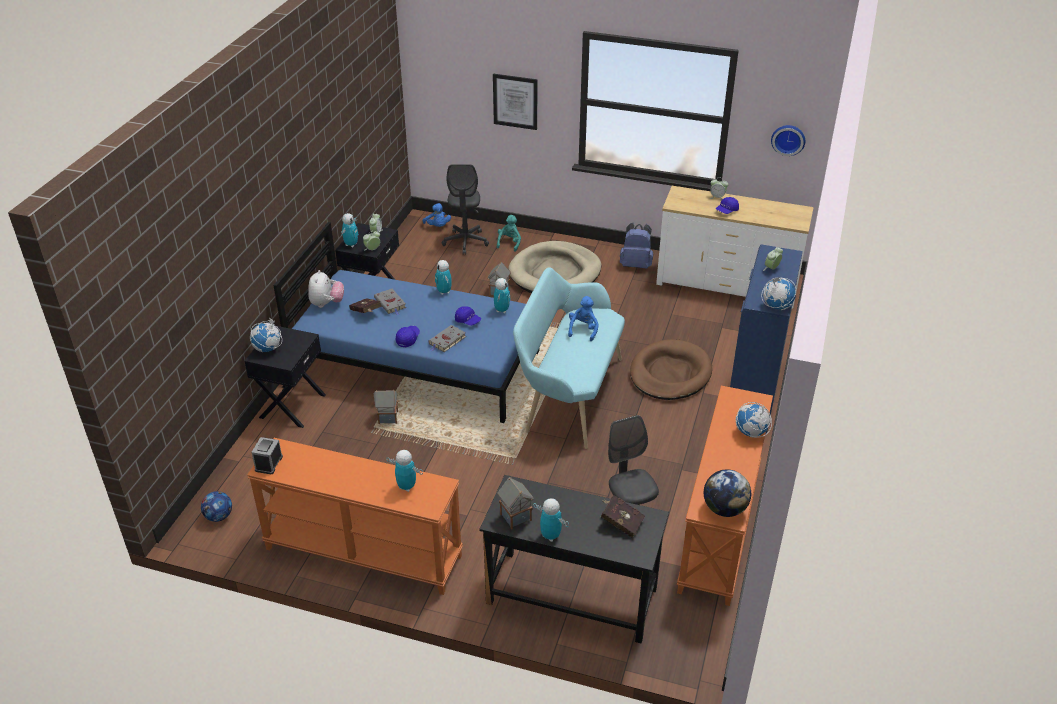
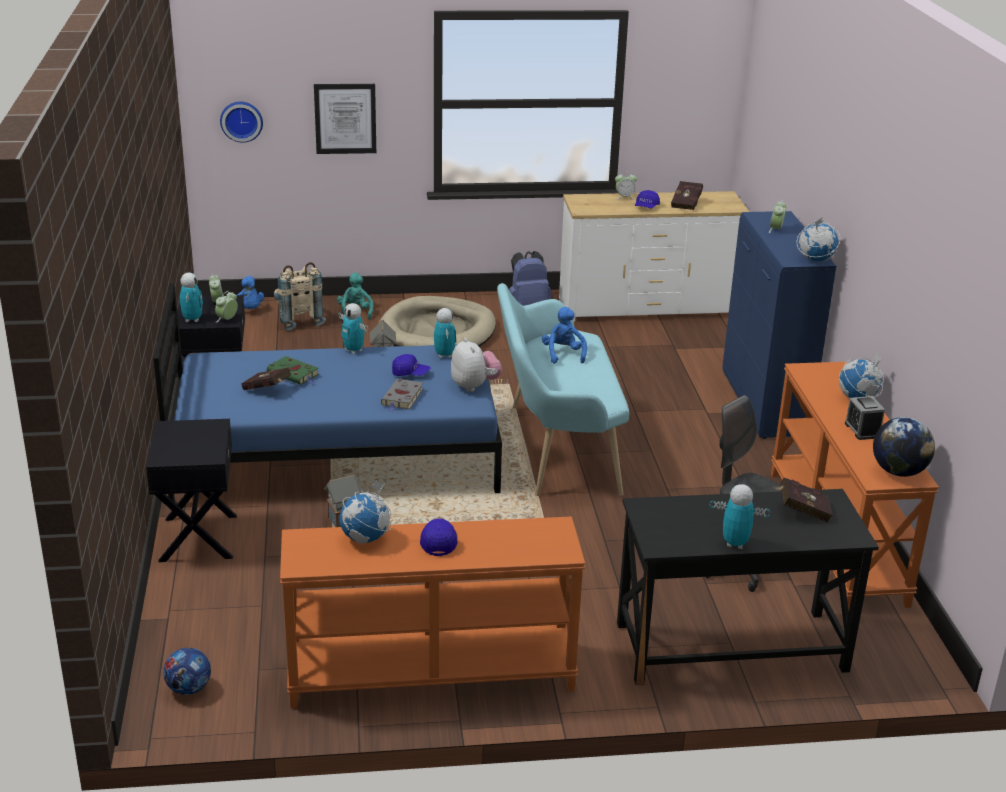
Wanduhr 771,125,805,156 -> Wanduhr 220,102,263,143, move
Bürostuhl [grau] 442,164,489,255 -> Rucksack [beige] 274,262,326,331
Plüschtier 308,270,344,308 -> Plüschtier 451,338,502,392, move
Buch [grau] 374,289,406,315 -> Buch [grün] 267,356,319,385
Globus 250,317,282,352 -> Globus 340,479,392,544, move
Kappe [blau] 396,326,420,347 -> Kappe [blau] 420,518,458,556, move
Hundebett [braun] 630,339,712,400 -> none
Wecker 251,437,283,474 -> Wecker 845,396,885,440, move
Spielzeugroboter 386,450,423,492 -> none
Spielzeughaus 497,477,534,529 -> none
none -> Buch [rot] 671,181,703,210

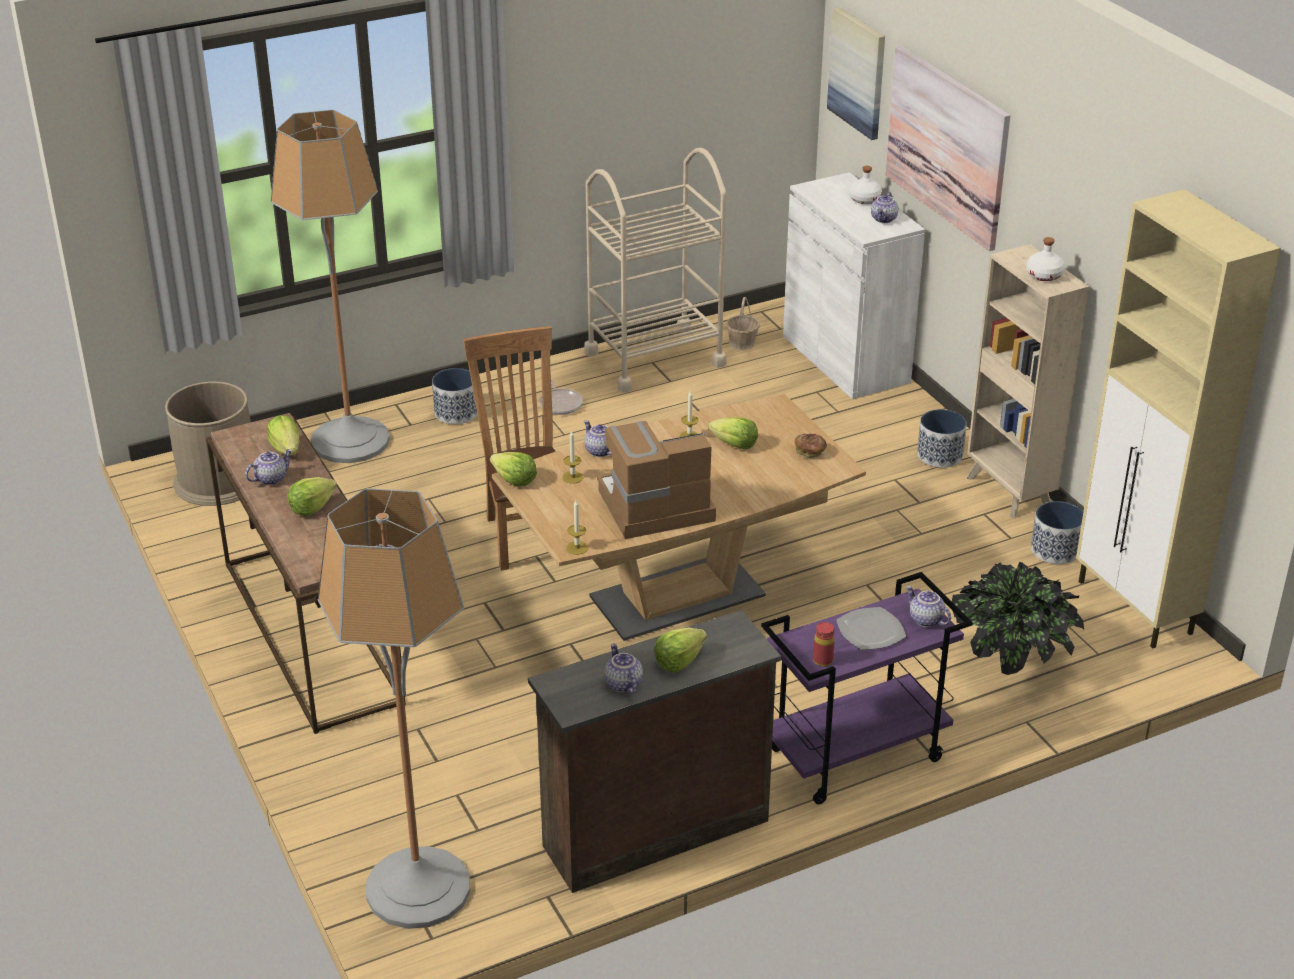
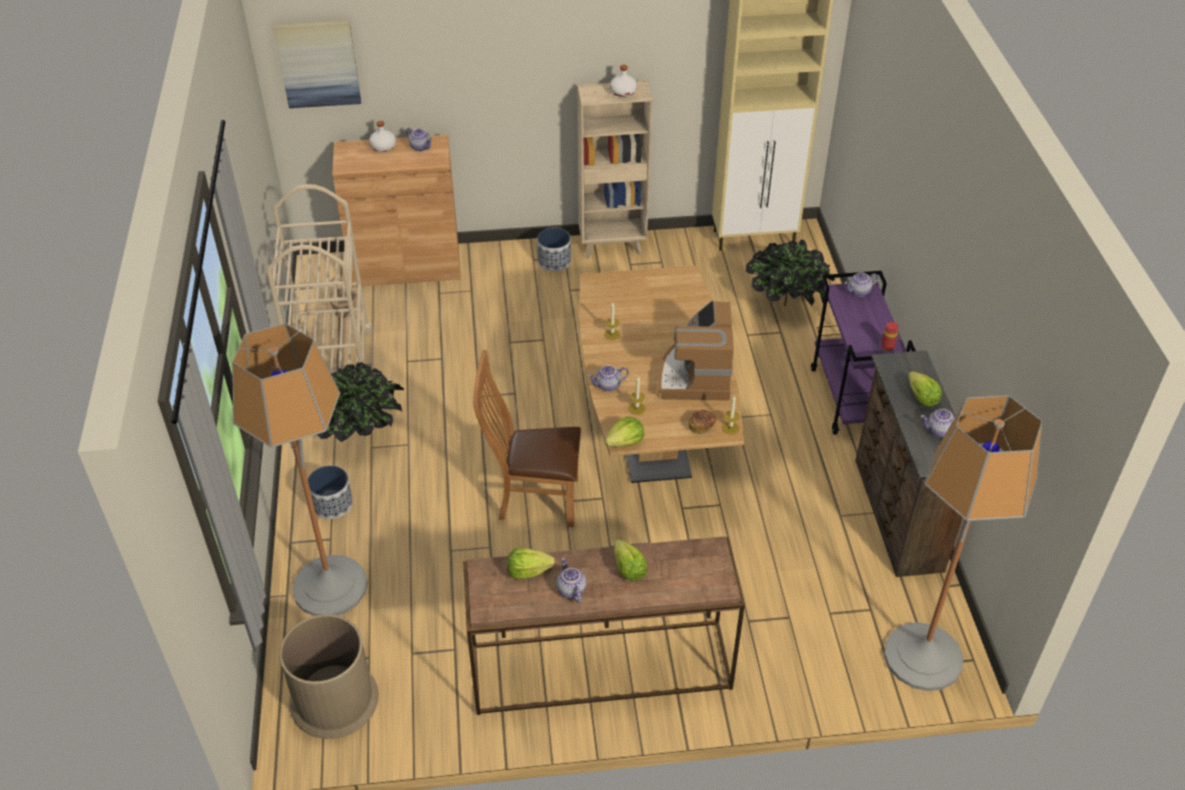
Bild 886,46,1010,251 -> none
Schrank [weiß] 783,172,925,399 -> Schrank [braun] 332,135,461,287
Pfanne 539,379,583,415 -> Topfpflanze 317,362,404,442
Salatkopf 708,417,758,450 -> none
Brot 795,433,827,458 -> Brot 689,410,716,434, move
Pflanzkübel 1031,501,1083,564 -> none
Teller 837,607,906,650 -> none

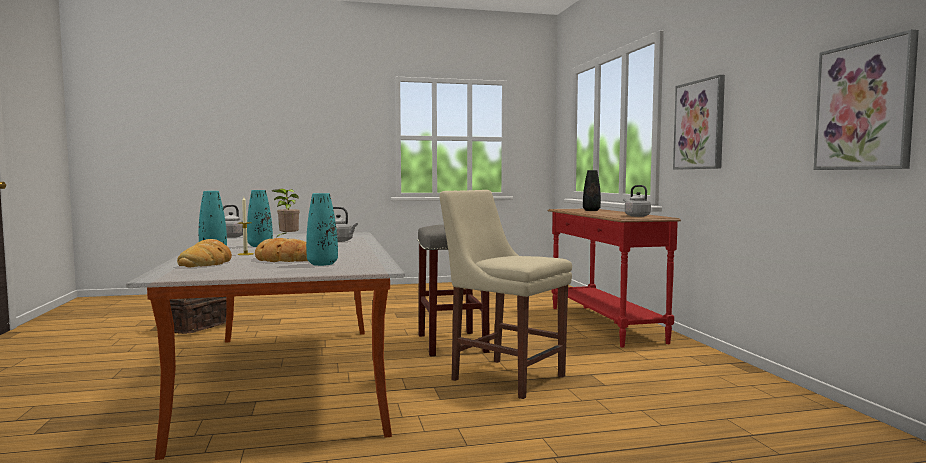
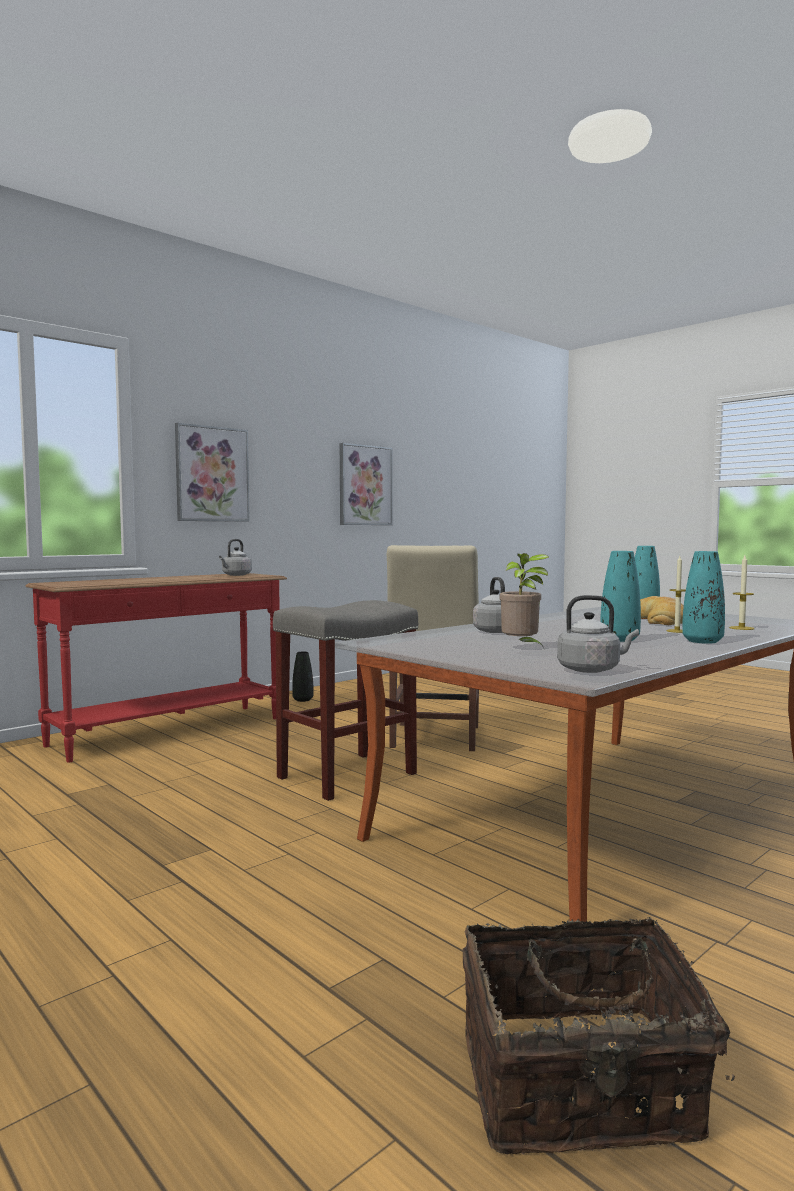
Vase [schwarz] 583,170,601,211 -> Vase [schwarz] 292,651,314,702, move
Brot 177,239,232,267 -> Kerze 729,555,754,630

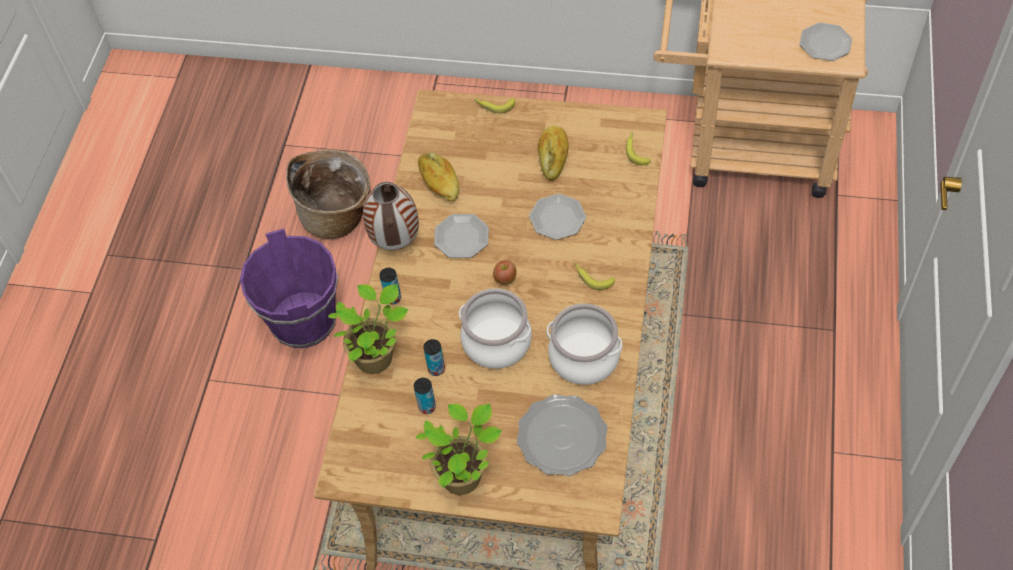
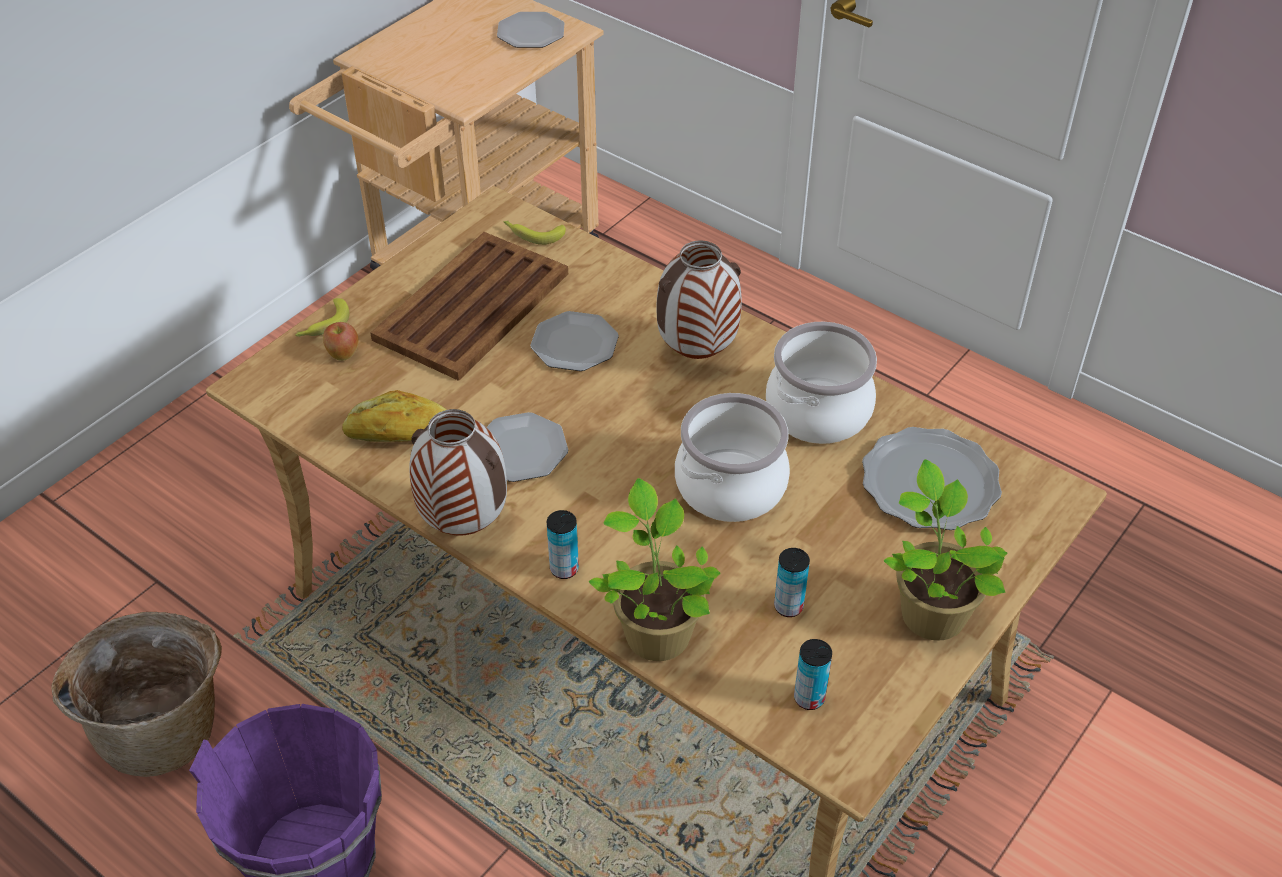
Brot 538,125,569,181 -> Tablett [braun] 371,232,568,381
Apfel 493,260,516,285 -> Apfel 323,322,359,361, move
Banane 575,263,615,290 -> Vase 656,240,742,359
Dose 423,339,445,376 -> Dose 794,639,832,710, move

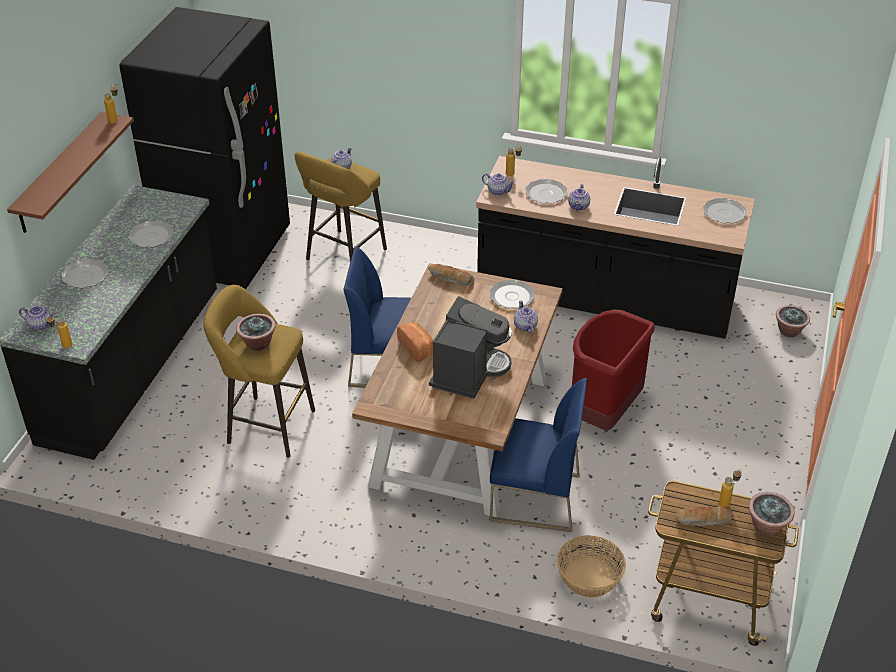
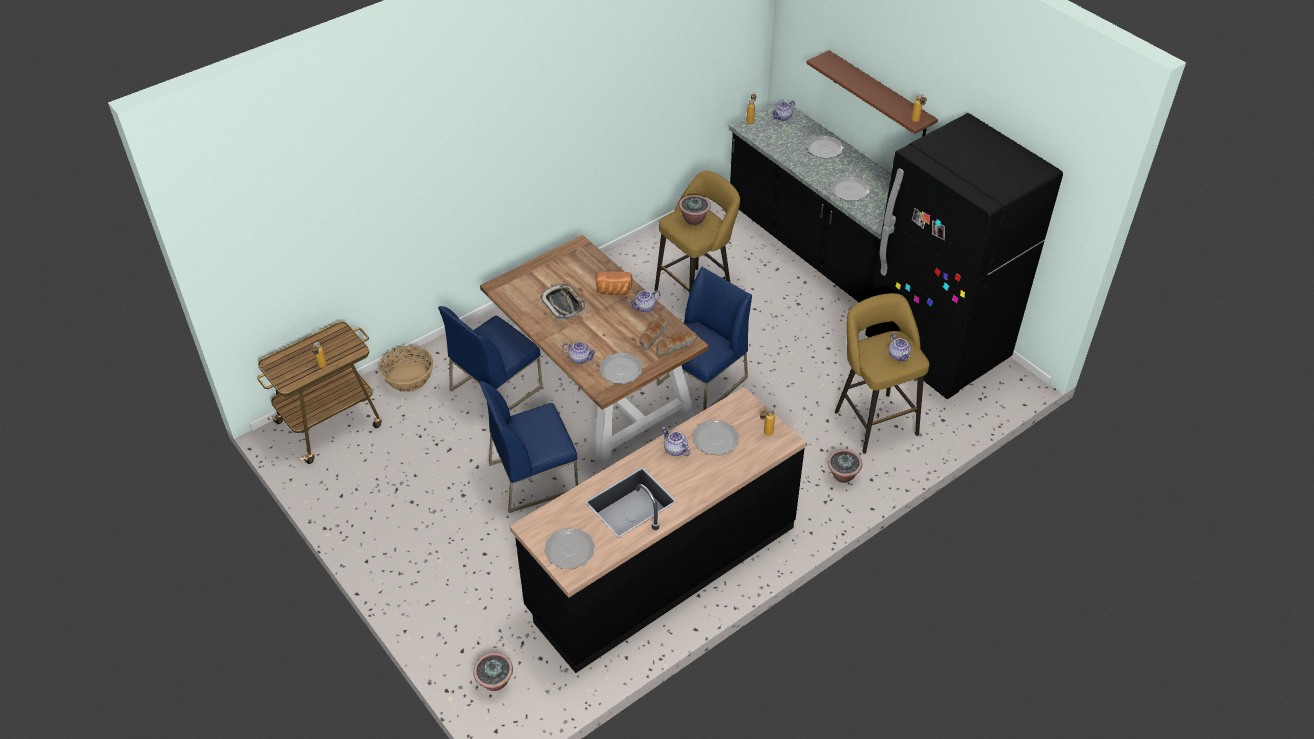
Teekanne 482,173,515,196 -> Teekanne 629,290,661,312, move
Kaffeemaschine 429,296,512,399 -> Tablett 540,284,587,320
Mülleimer [rot] 572,310,655,431 -> Stuhl [blau] 479,381,578,513
Topfpflanze 749,492,795,536 -> Topfpflanze 828,449,862,483, move
Brot 676,506,733,526 -> Brot 639,316,668,350, move

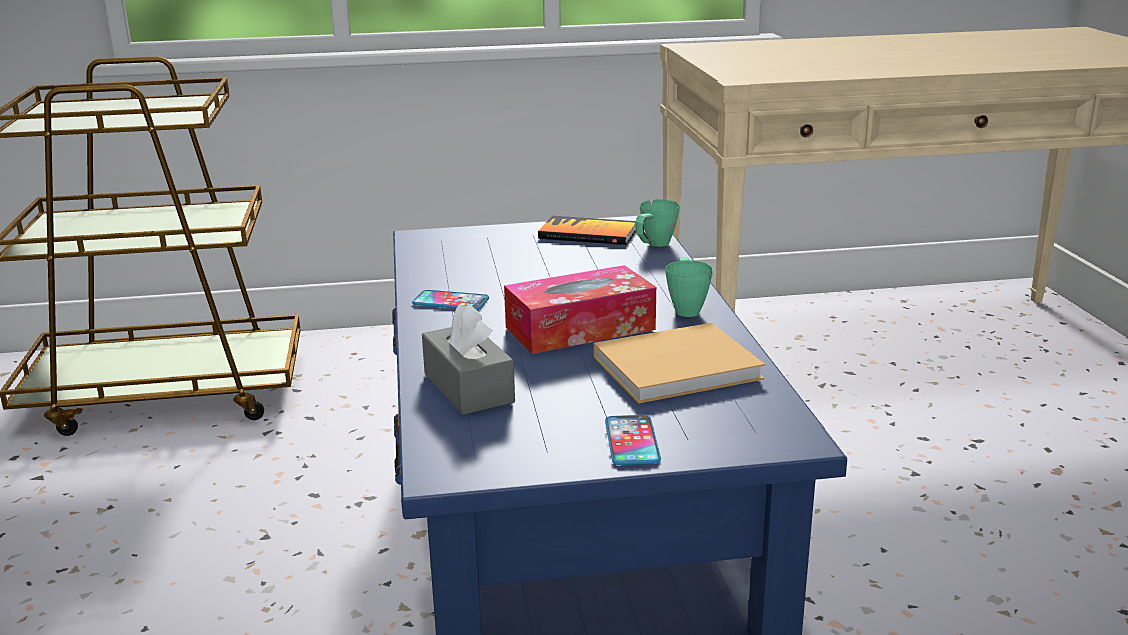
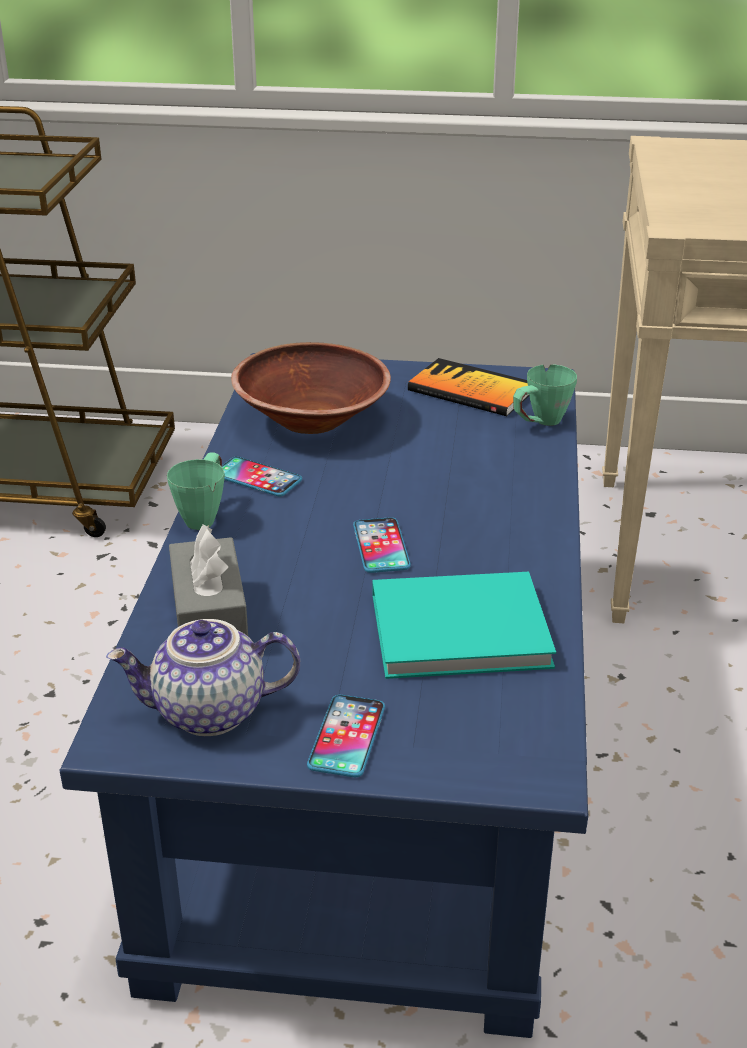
Henkelbecher [grün] 665,257,713,317 -> Henkelbecher [grün] 167,452,225,530, move
Taschentuchbox 504,265,656,354 -> Handy 353,517,411,573
Buch [beige] 593,323,765,404 -> Buch [türkis] 372,572,556,679
none -> Schüssel [braun] 231,342,391,434
none -> Teekanne 106,619,300,736

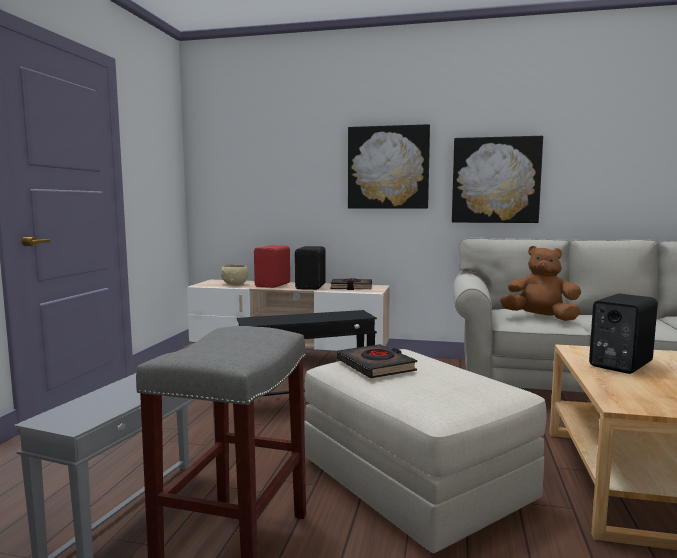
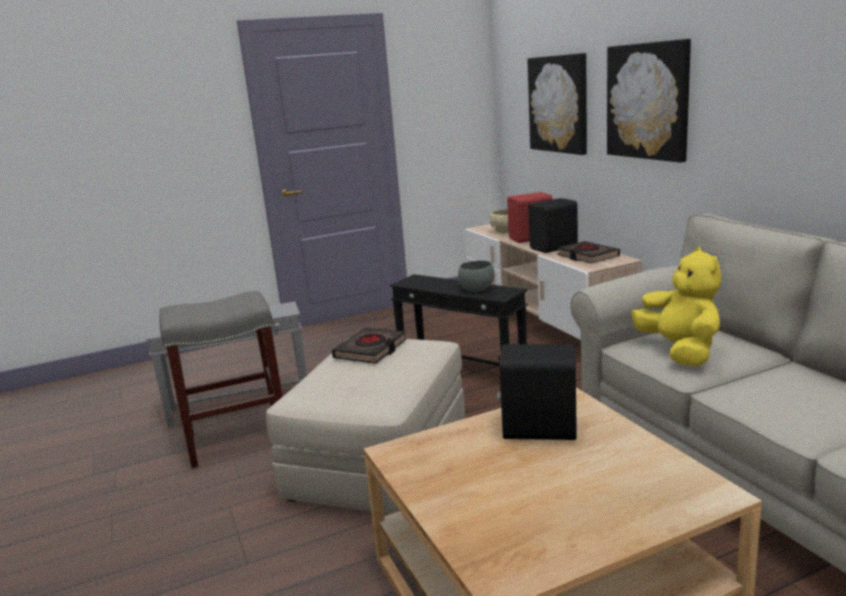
Bild 452,136,543,223 -> Bild 527,53,587,155, move
Plüschtier [braun] 500,246,581,321 -> Plüschtier [gelb] 631,247,721,366
none -> Schüssel [grau] 458,260,494,292

